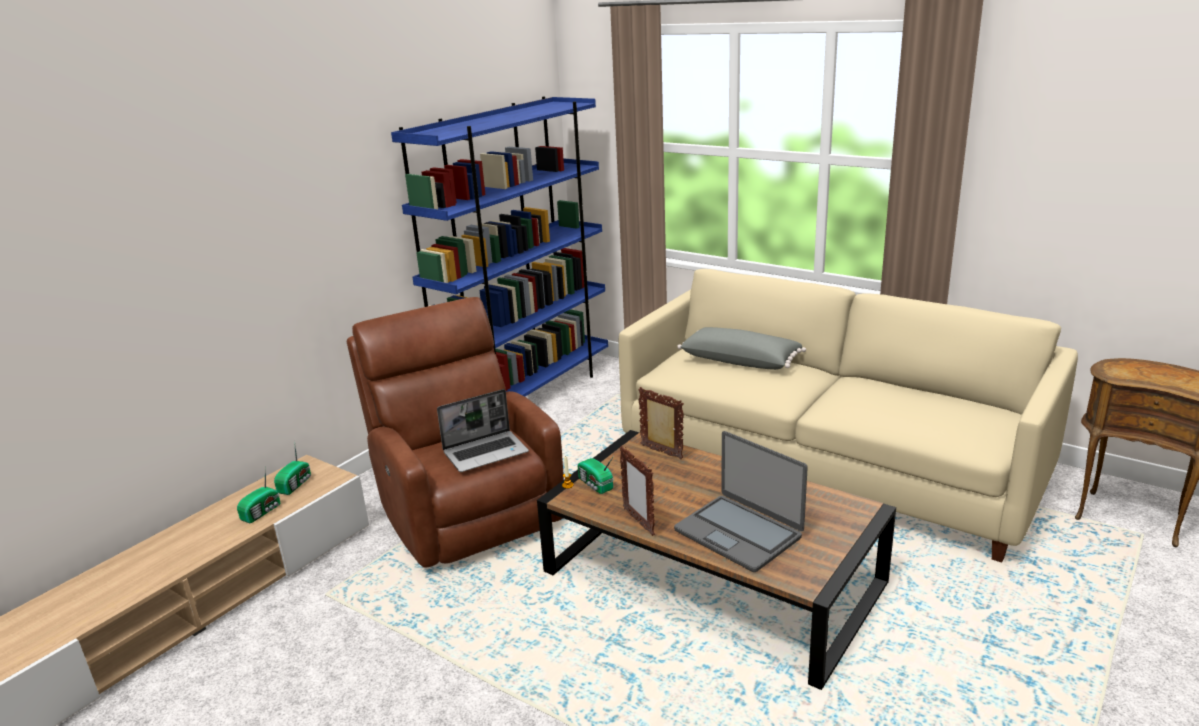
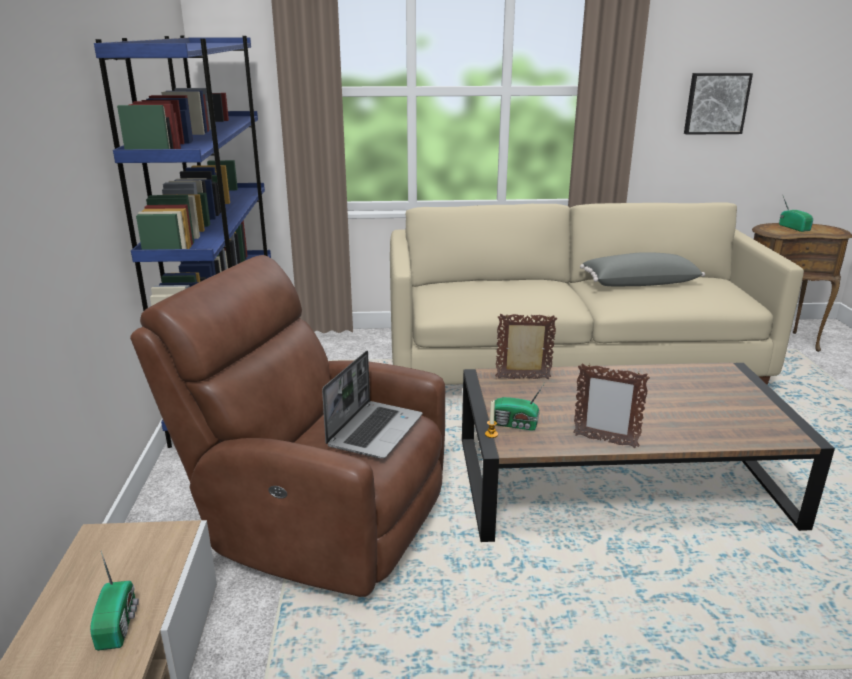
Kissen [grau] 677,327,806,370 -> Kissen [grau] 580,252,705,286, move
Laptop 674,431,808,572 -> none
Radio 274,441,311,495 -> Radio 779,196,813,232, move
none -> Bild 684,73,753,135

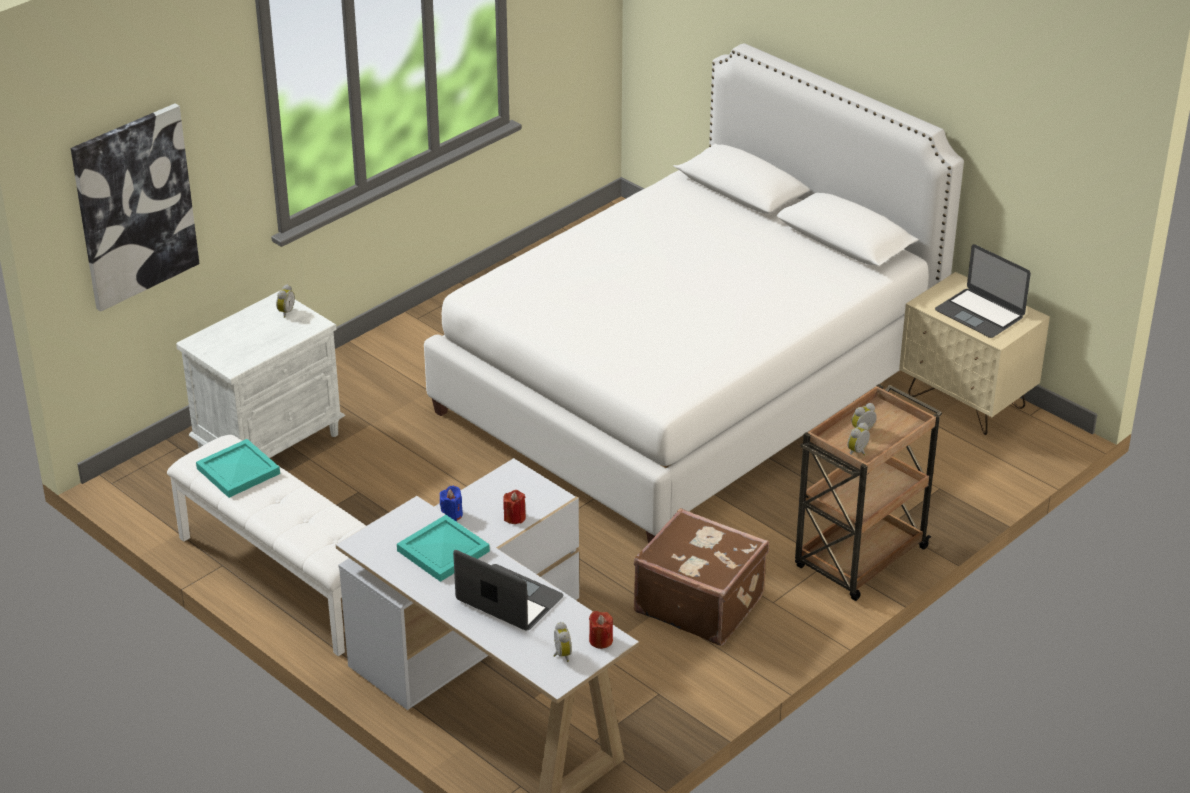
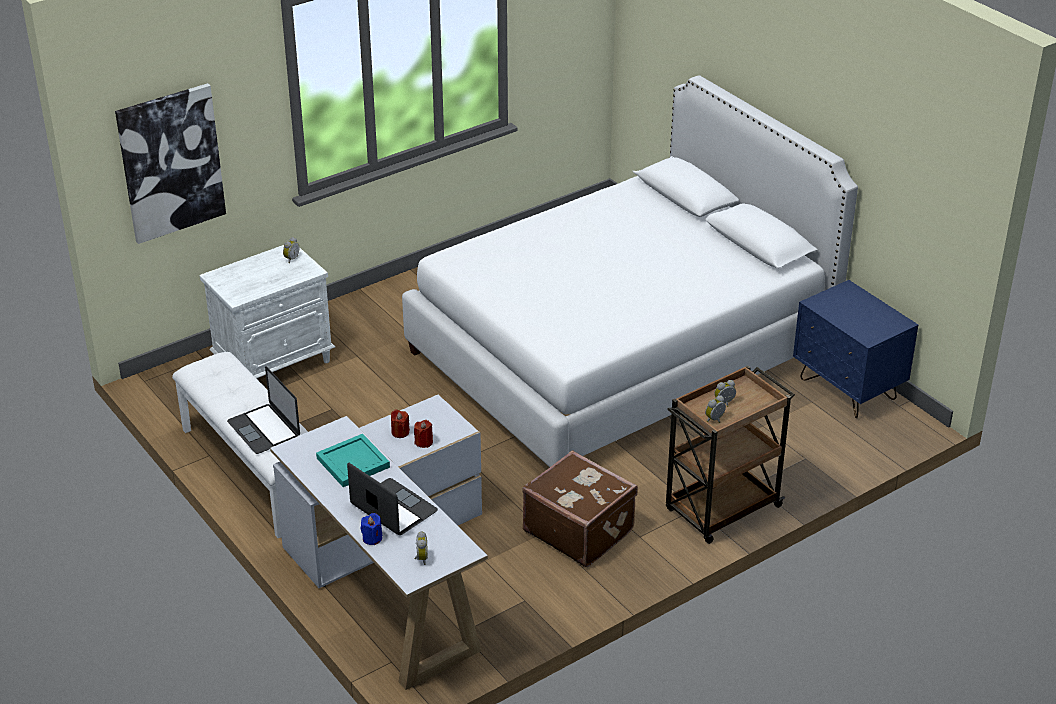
Laptop 935,244,1031,338 -> Laptop 227,366,300,454, move
Nachttisch [beige] 899,272,1050,435 -> Nachttisch [blau] 793,280,918,419
Tablett [türkis] 196,439,280,498 -> none
Kerze [blau] 440,486,463,521 -> Kerze [blau] 361,513,382,545, move
Kerze [rot] 589,611,613,649 -> Kerze [rot] 391,409,410,438, move

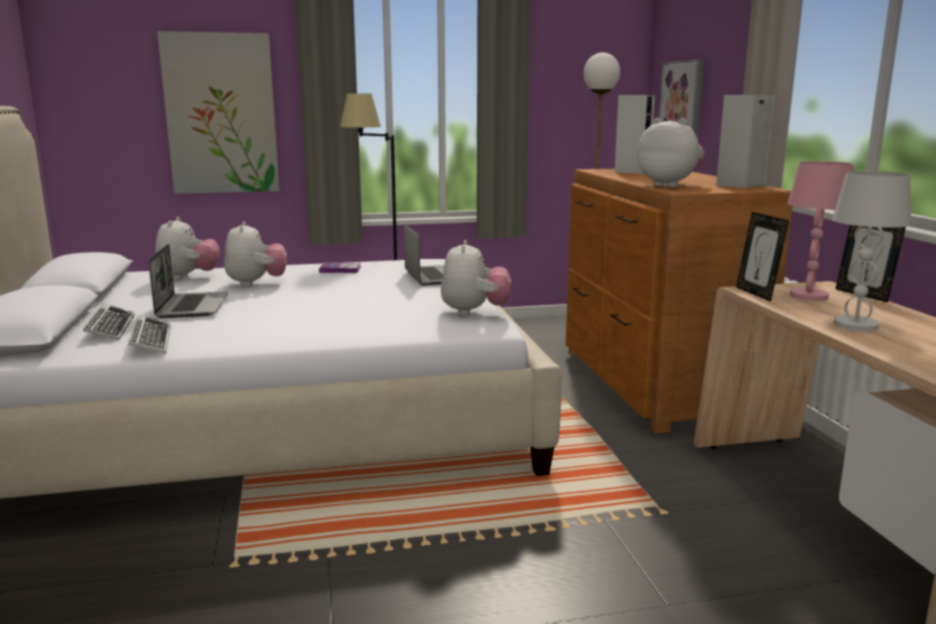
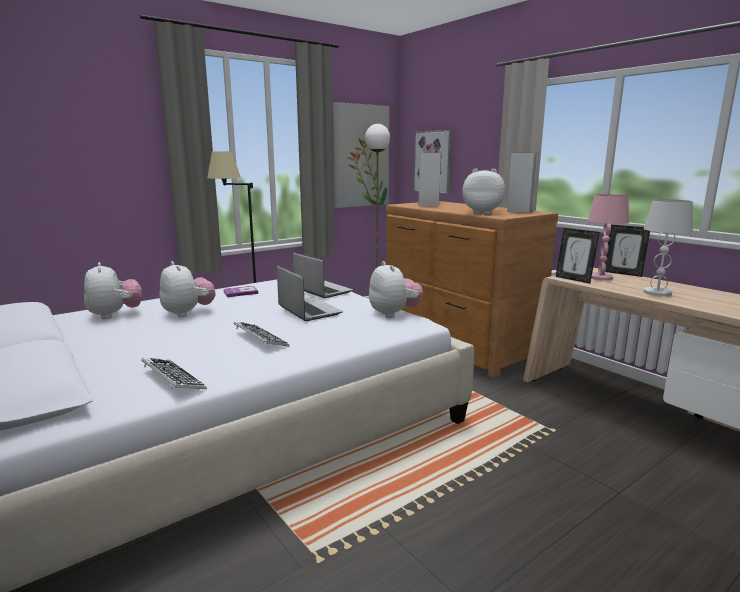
Bild 157,31,279,194 -> Bild 333,102,389,208, move
Laptop 148,244,228,318 -> Laptop 277,265,343,321, move
Tastatur 83,304,135,340 -> Tastatur 233,322,289,347, move

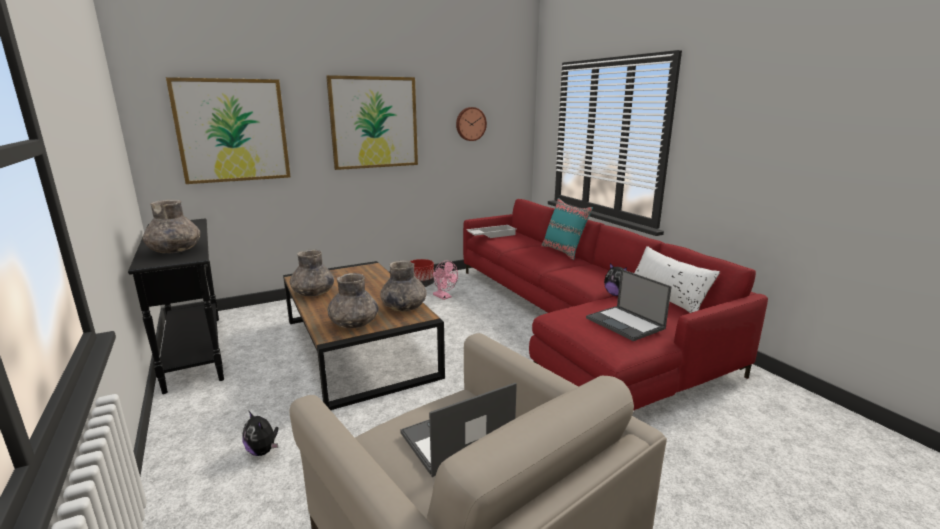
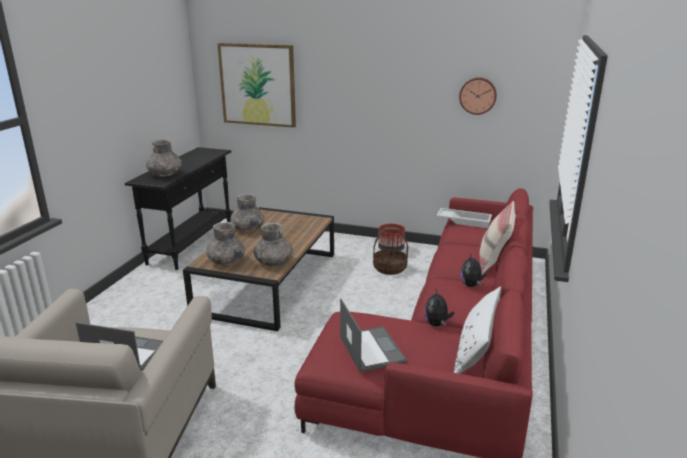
Bild 326,75,418,170 -> none
Kissen [türkis] 541,198,593,260 -> Kissen [beige] 479,201,516,275
Ventilator [rosa] 433,260,458,300 -> Korb 373,227,408,275
Laptop 586,269,672,341 -> Laptop 340,298,407,372, 150 degrees clockwise
Plüschtier 242,410,278,456 -> Plüschtier 460,254,486,287, move

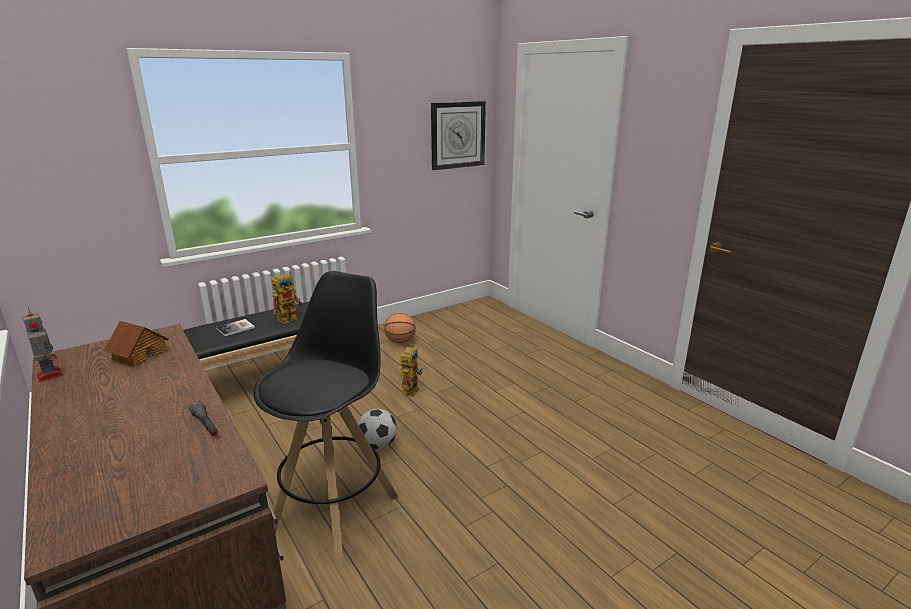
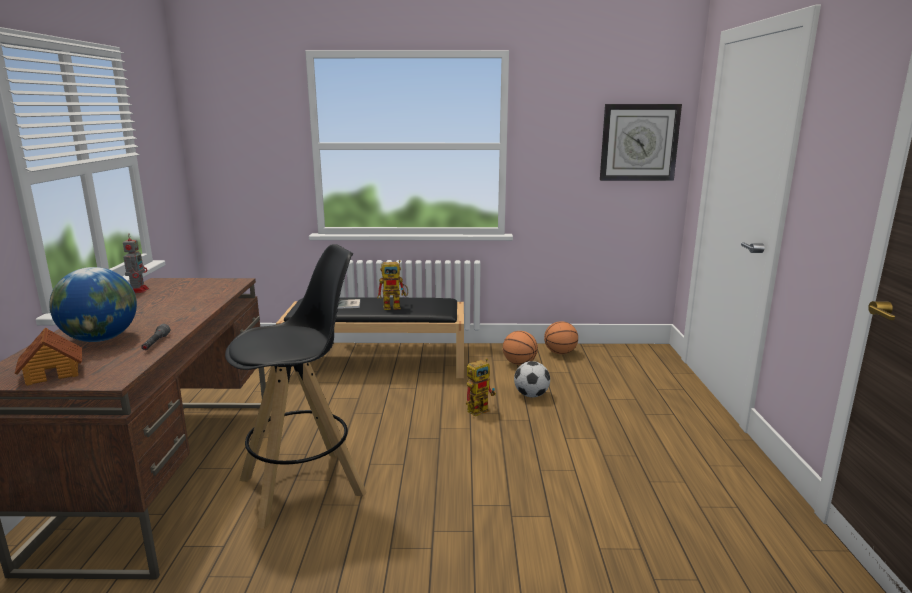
Spielzeughaus 104,321,169,366 -> Spielzeughaus 14,328,82,386, move
Fußball 358,409,397,450 -> Fußball 514,361,550,397, move
none -> Globus 49,267,137,342
none -> Basketball 544,321,578,354

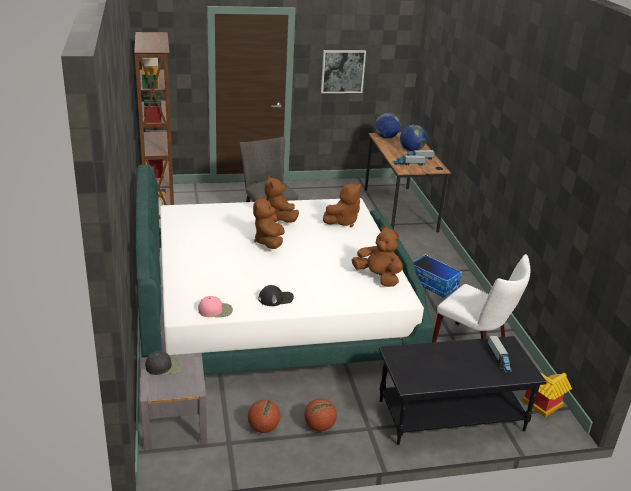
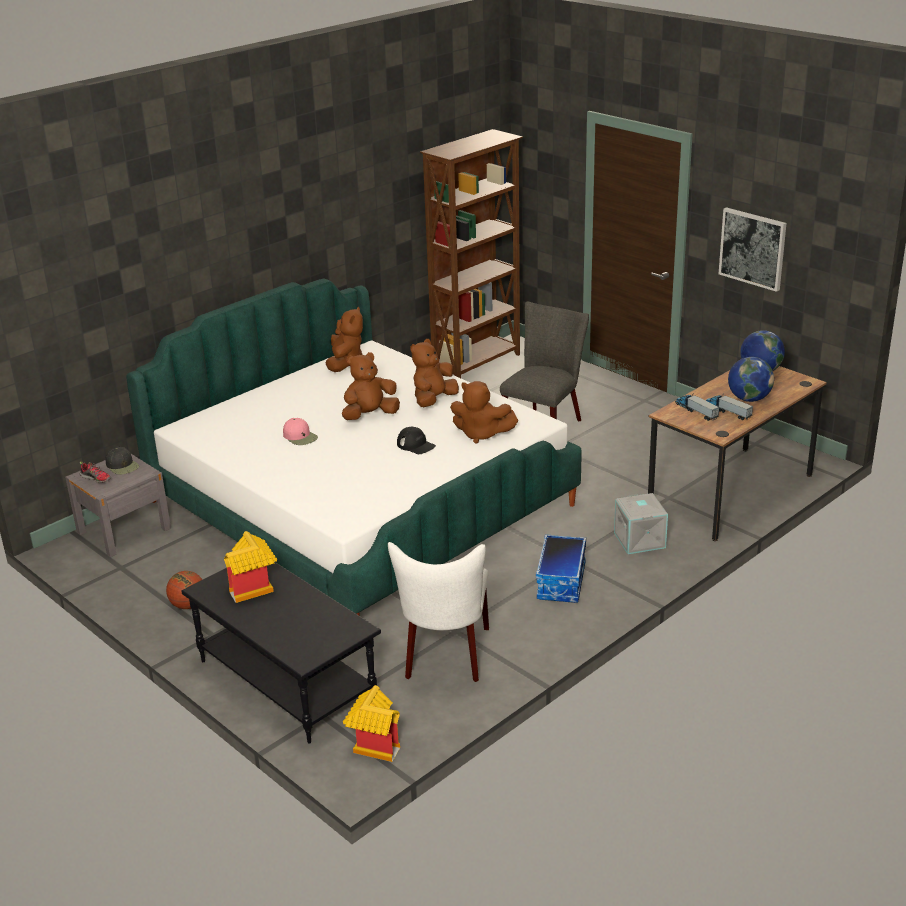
Plüschtier [braun] 352,225,403,287 -> Plüschtier [braun] 326,306,363,372, move
Kappe [schwarz] 259,285,294,306 -> Kappe [schwarz] 397,426,436,454, move
Kappe [rosa] 198,296,233,317 -> Kappe [rosa] 283,418,318,445, move
Spielzeuglaster 487,335,512,373 -> none
Basketball 248,400,280,433 -> none
none -> Schuh 80,461,111,483
none -> Aufbewahrungsbox [grau] 614,493,668,554
none -> Spielzeughaus 224,531,277,603

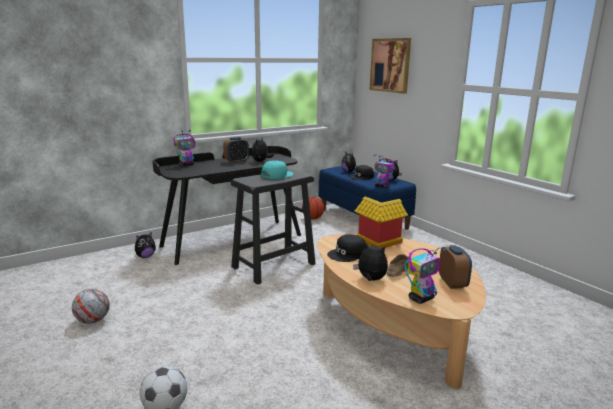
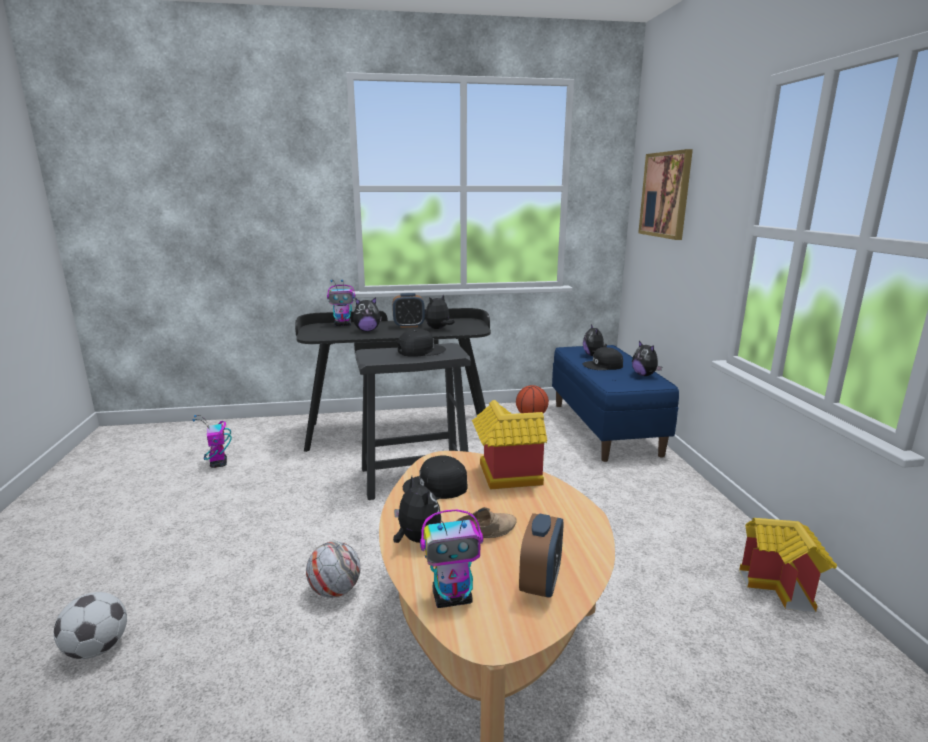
Spielzeugroboter 374,155,394,188 -> Spielzeugroboter 193,415,232,468, move
Kappe [türkis] 261,160,294,179 -> Kappe [schwarz] 398,329,446,357
Plüschtier 135,233,156,258 -> Plüschtier 353,297,382,331, move
Fußball 72,289,110,324 -> Fußball 306,541,361,598, move
none -> Spielzeughaus 739,518,837,612

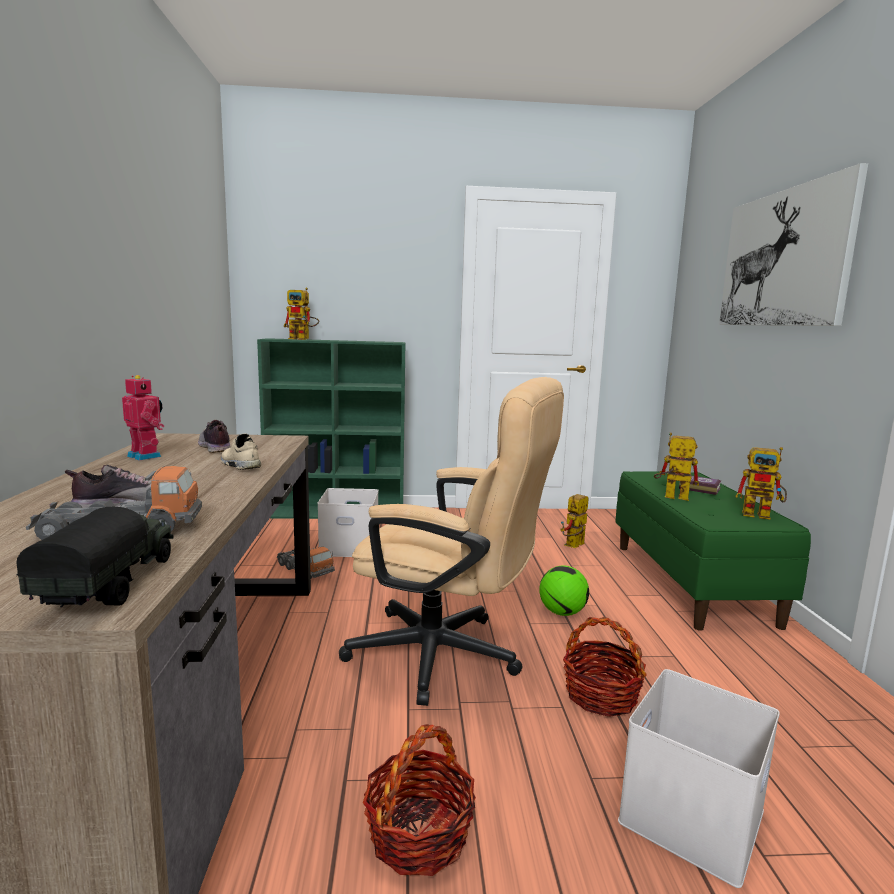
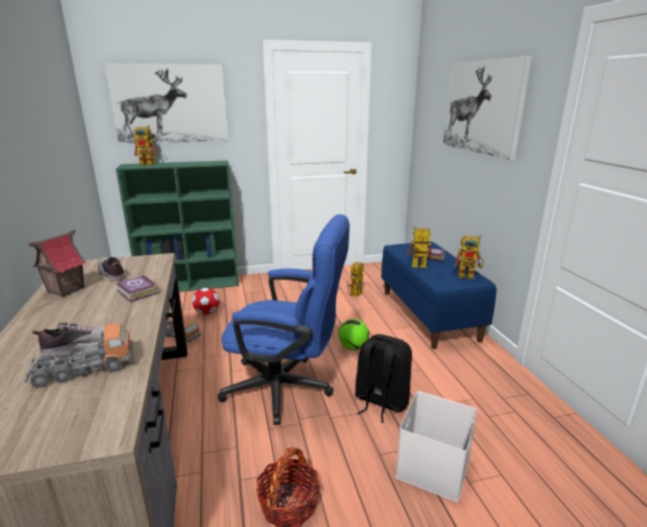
Spielzeugroboter 122,375,164,461 -> Spielzeughaus 28,230,86,297
Bürostuhl [beige] 339,377,564,706 -> Bürostuhl [blau] 218,214,350,425
Schuh [beige] 221,434,261,470 -> Buch 116,275,159,302
Bank [grün] 615,471,811,631 -> Bank [blau] 381,242,496,349
Aufbewahrungsbox [weiß] 317,488,379,557 -> Fußball 192,288,220,314
Spielzeuglaster 16,507,174,607 -> none
Korb 563,617,647,717 -> Rucksack [schwarz] 355,334,412,423
none -> Bild 104,63,228,144

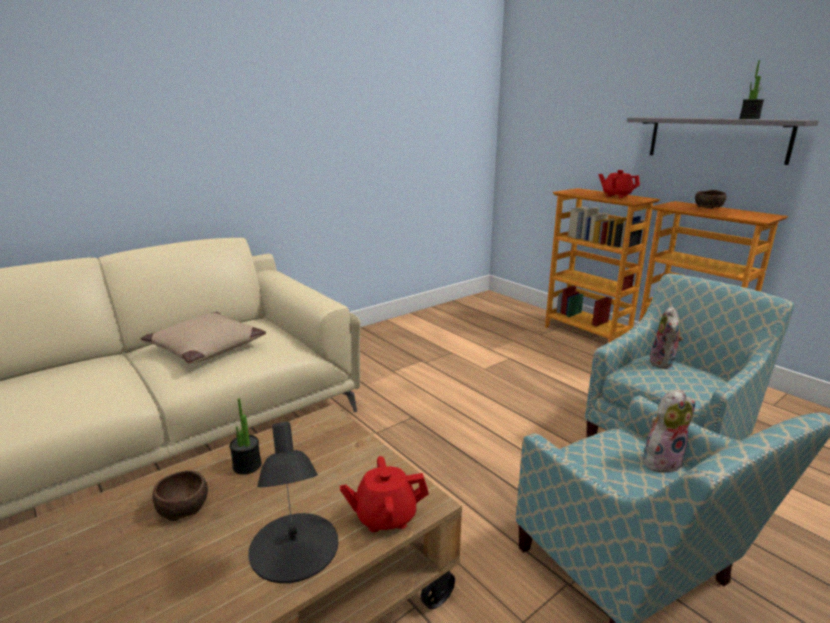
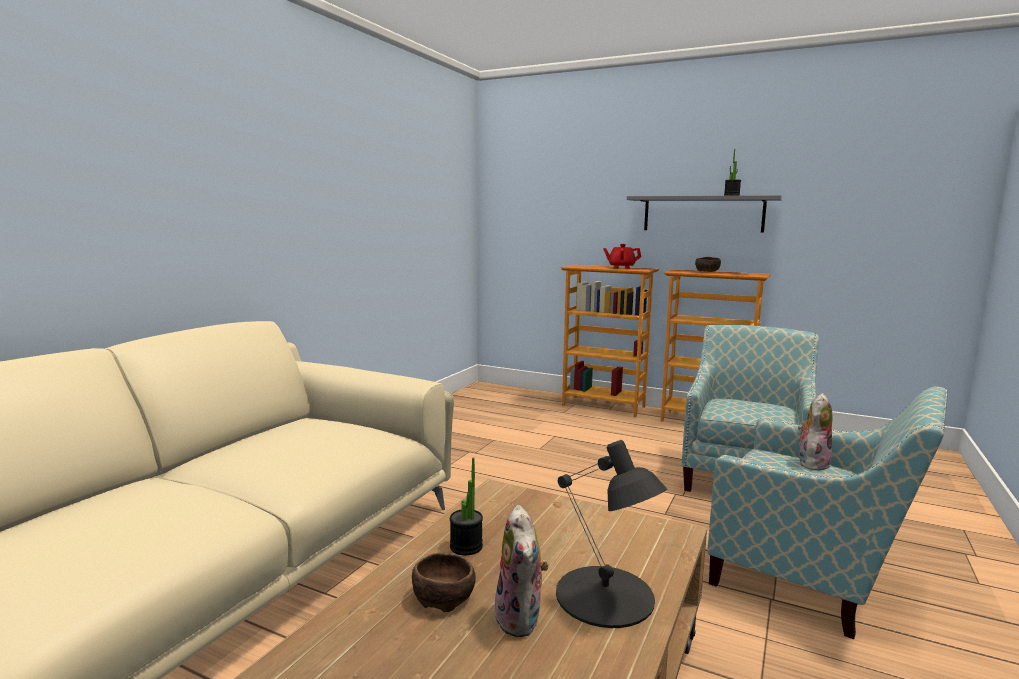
Plüschtier 650,306,684,369 -> Plüschtier 494,505,549,637, move
Kissen [beige] 140,312,266,364 -> none
Teekanne [rot] 340,456,429,533 -> none

